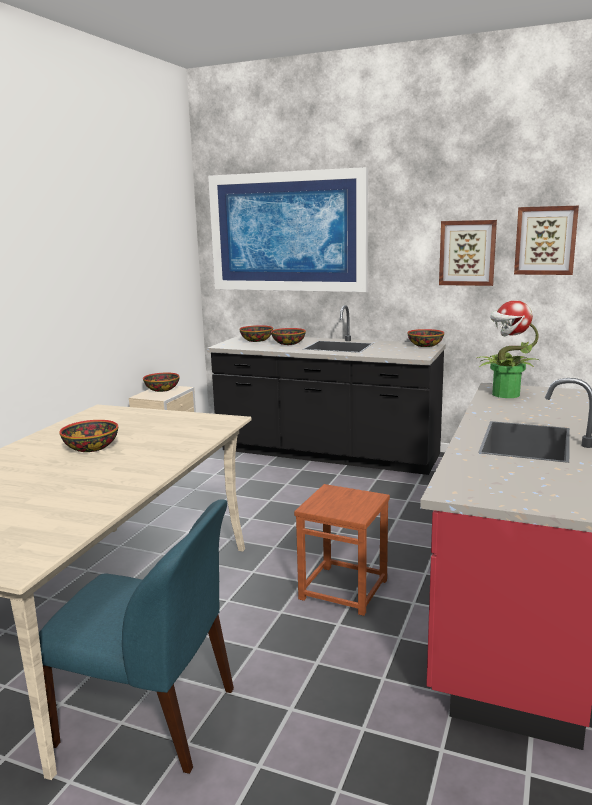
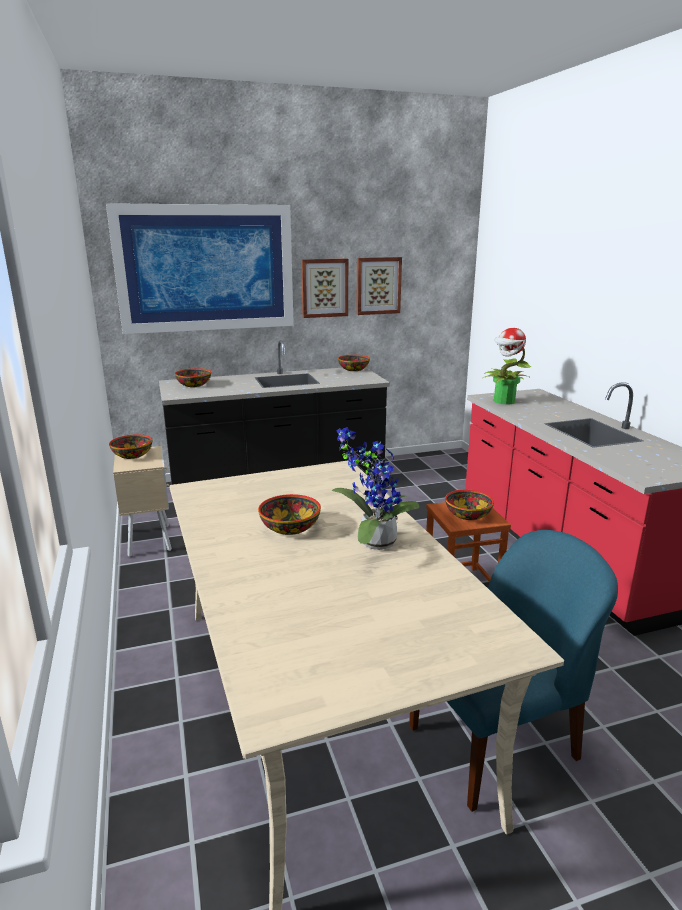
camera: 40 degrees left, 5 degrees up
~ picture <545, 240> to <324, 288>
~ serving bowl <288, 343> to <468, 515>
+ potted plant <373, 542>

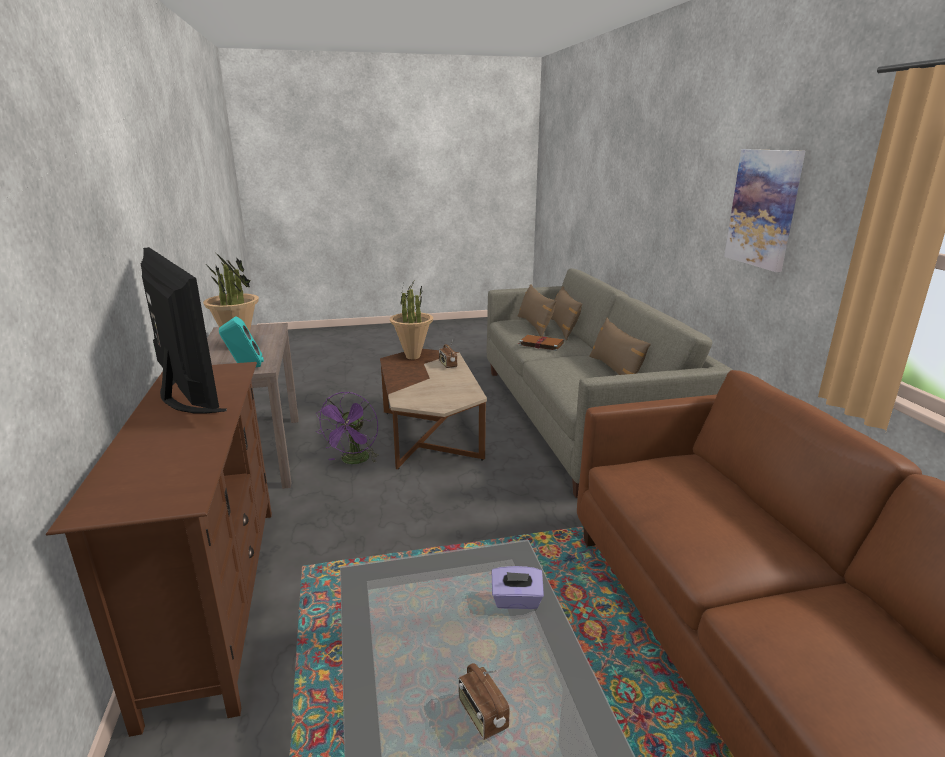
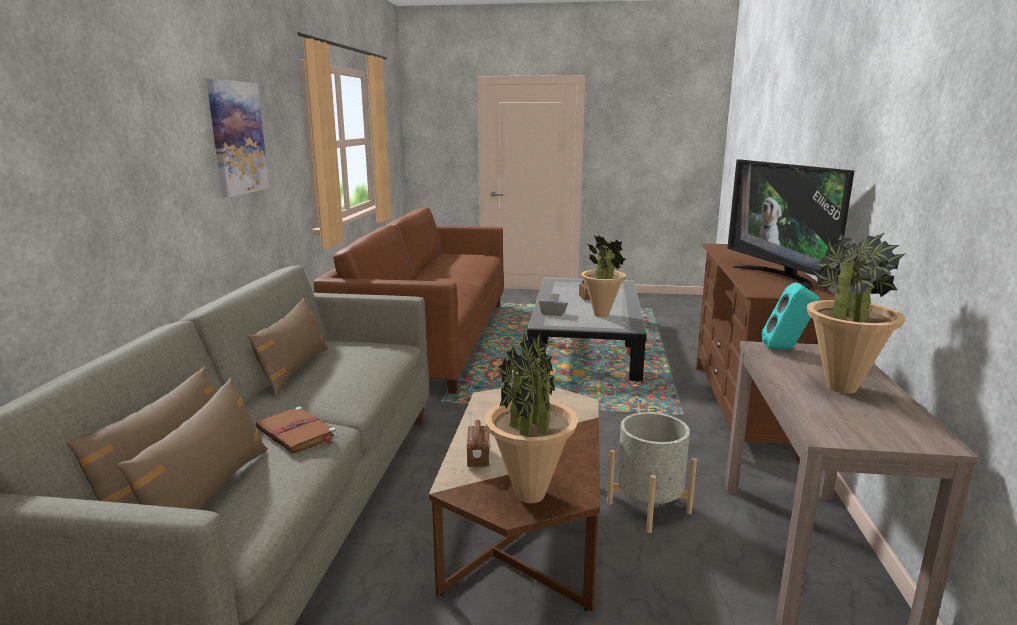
camera: 160 degrees left, 5 degrees down
~ cooling fan (purple) <353, 461> to planter (gray) <648, 508>
~ tissue box (purple) <516, 601> to tissue box (gray) <553, 313>
+ potted plant <601, 315>

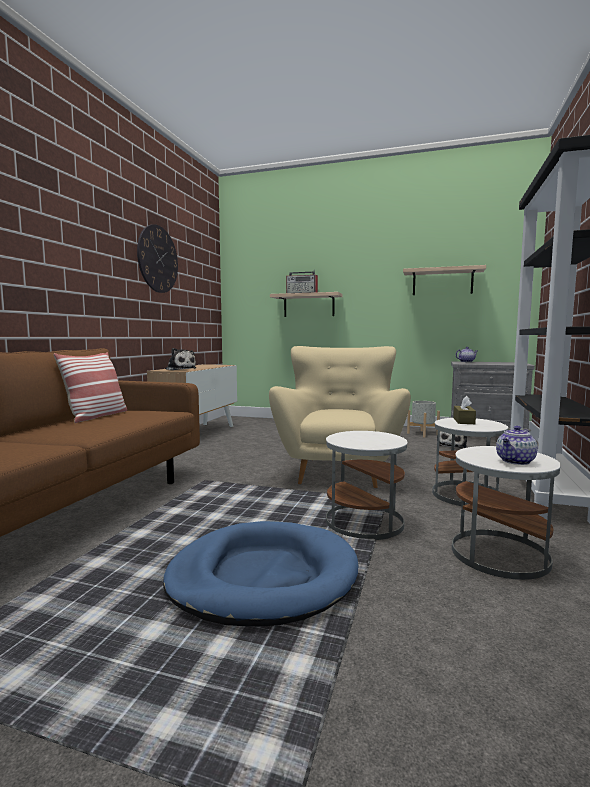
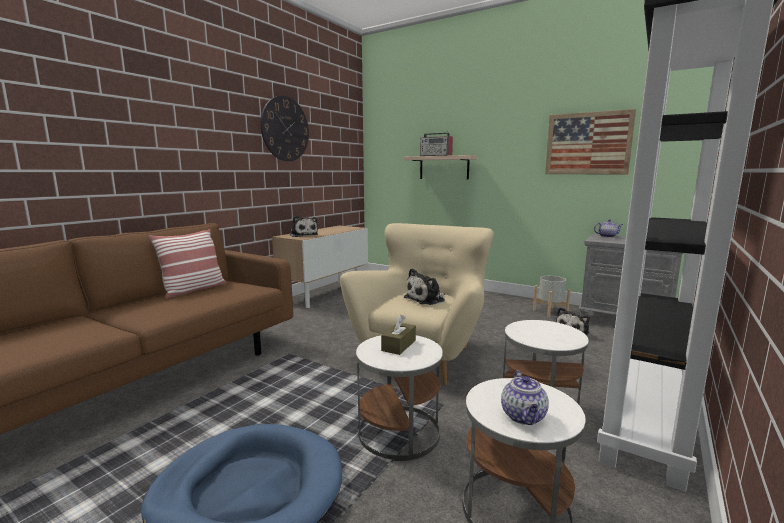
camera: 15 degrees right, 5 degrees up
~ wall shelf <442, 282> to picture <587, 143>
~ tissue box (brown) <464, 421> to <398, 345>
~ pot for tea <515, 461> = <524, 417> 60 degrees counterclockwise
+ cuddly toy <426, 299>

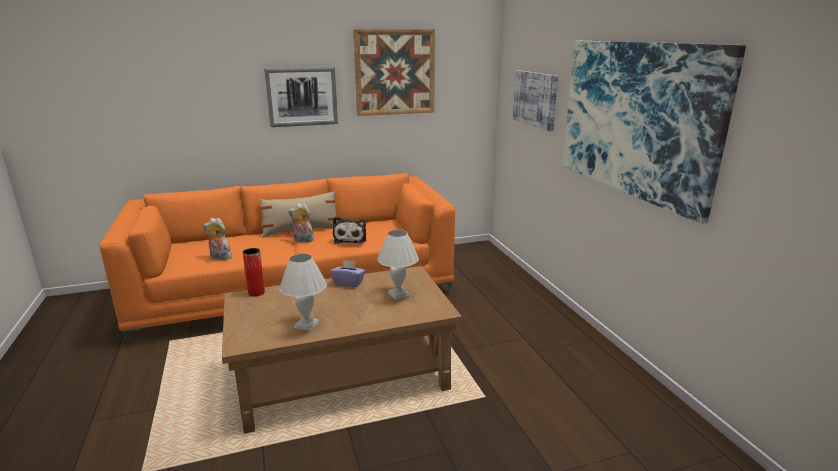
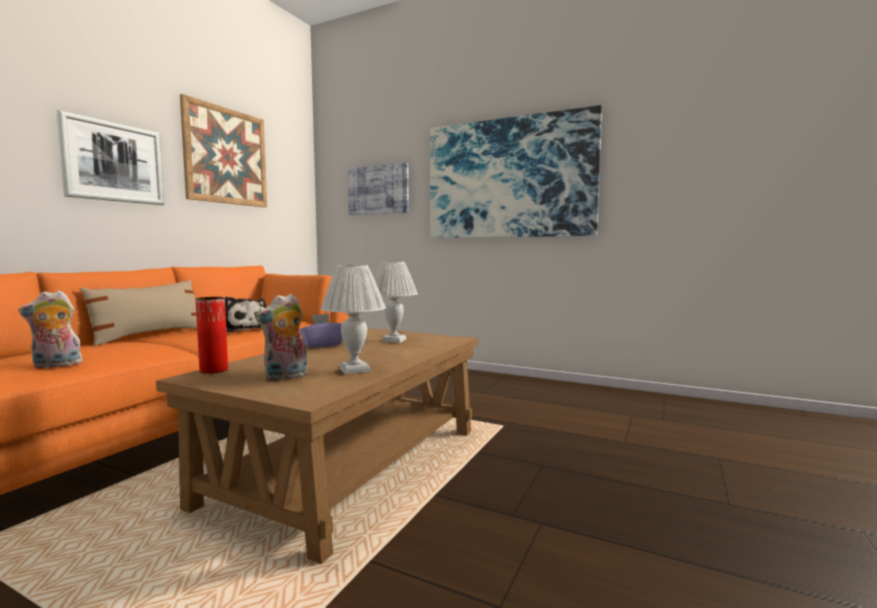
camera: 45 degrees left, 15 degrees down
~ cuddly toy <302, 240> to <286, 377>

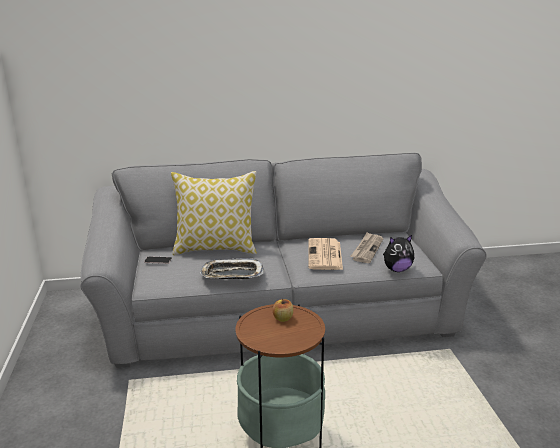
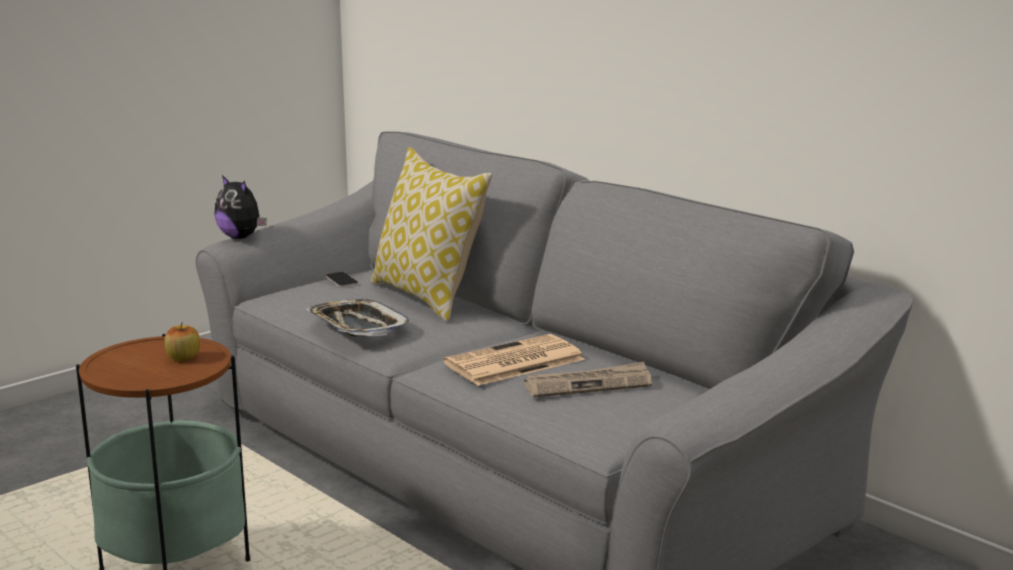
camera: 55 degrees right, 5 degrees down
~ cuddly toy <397, 269> to <241, 237>

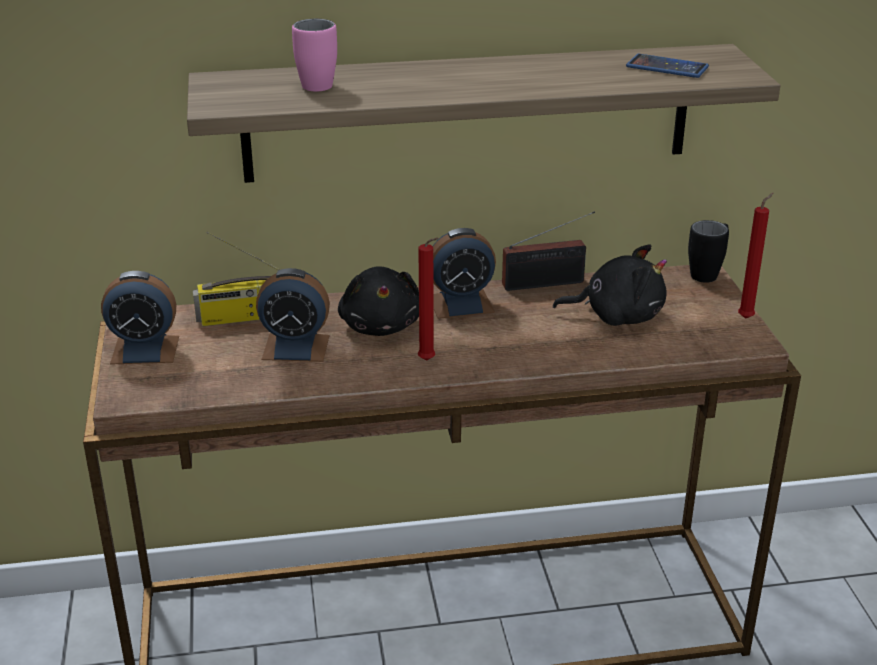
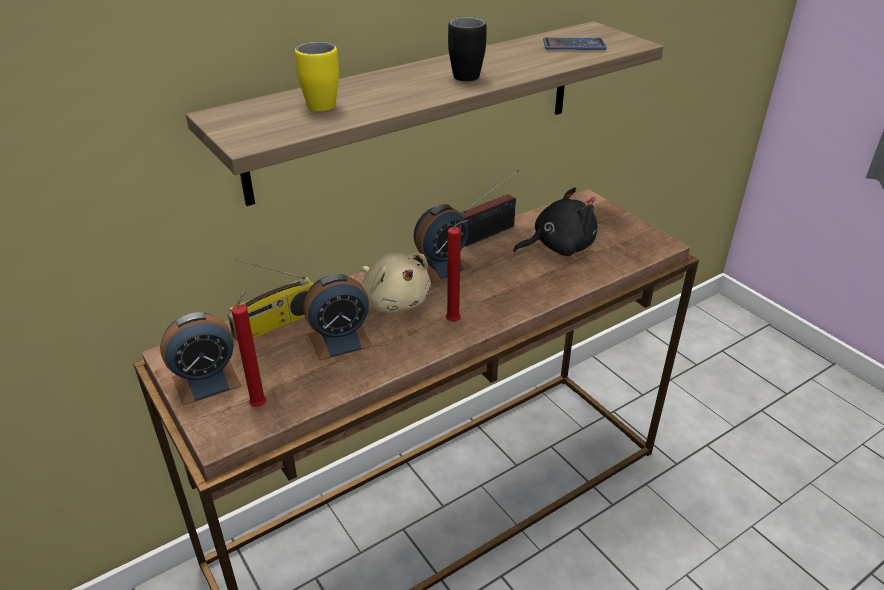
camera: 25 degrees left, 5 degrees up
~ mug (pink-coloured) <316, 82> to mug (yellow-coloured) <316, 102>
~ wax light (red-coloured) <747, 317> to <260, 404>
~ mug (blackish) <708, 273> to <468, 73>
~ cuddly toy (blackish) <381, 325> to cuddly toy (sand-coloured) <394, 301>

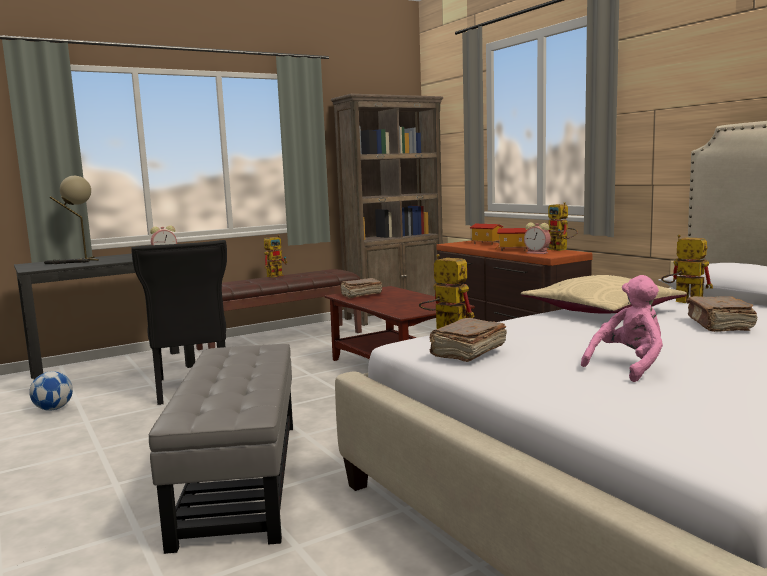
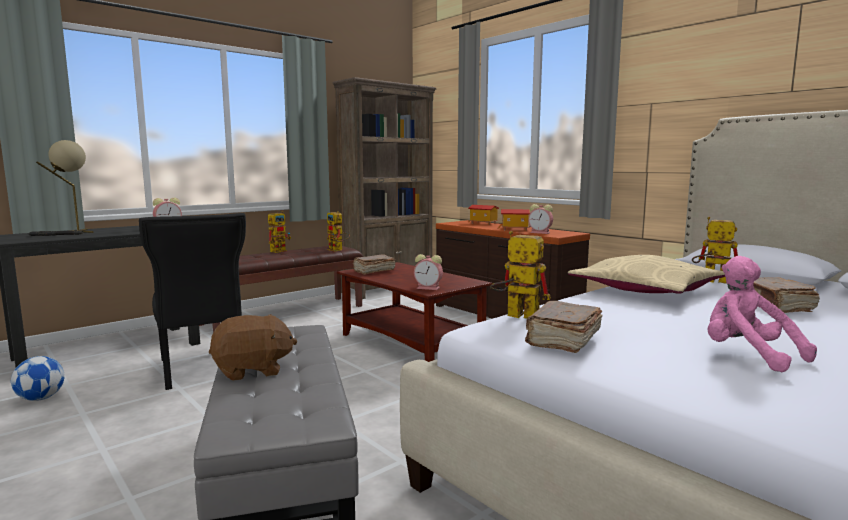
camera: 10 degrees left, 0 degrees up
~ model robot <561, 250> to <338, 250>
~ cuddly toy (pink-coloured) <629, 366> = <747, 355> 75 degrees counterclockwise
+ bedside clock <429, 288>
+ cuddly toy (brown) <253, 370>

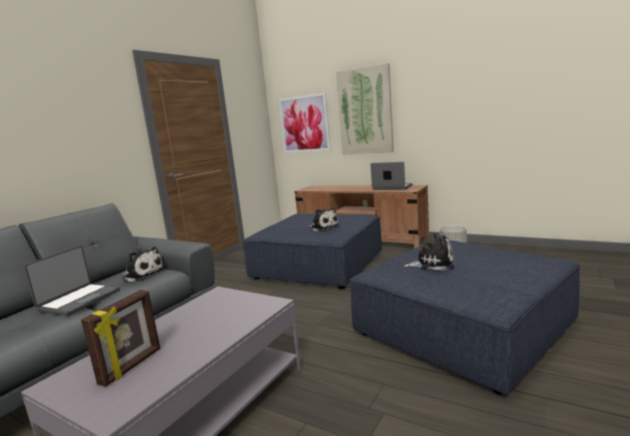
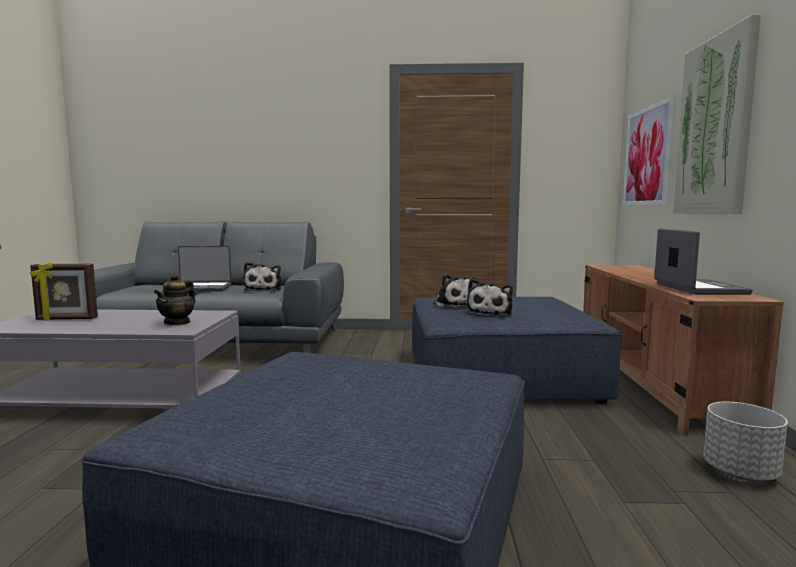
camera: 60 degrees right, 5 degrees down
~ cuddly toy <432, 263> to <455, 304>
+ pot for tea <177, 322>

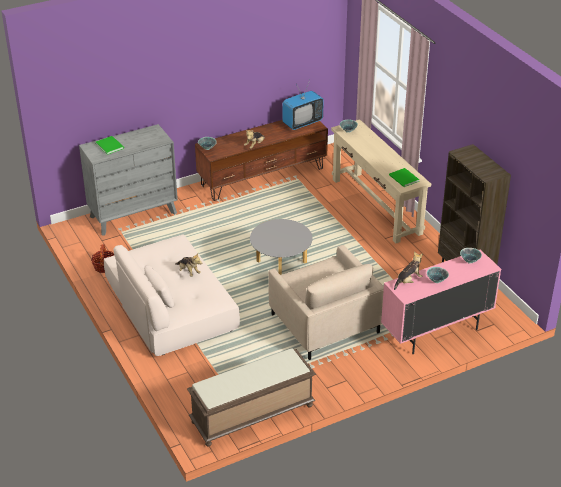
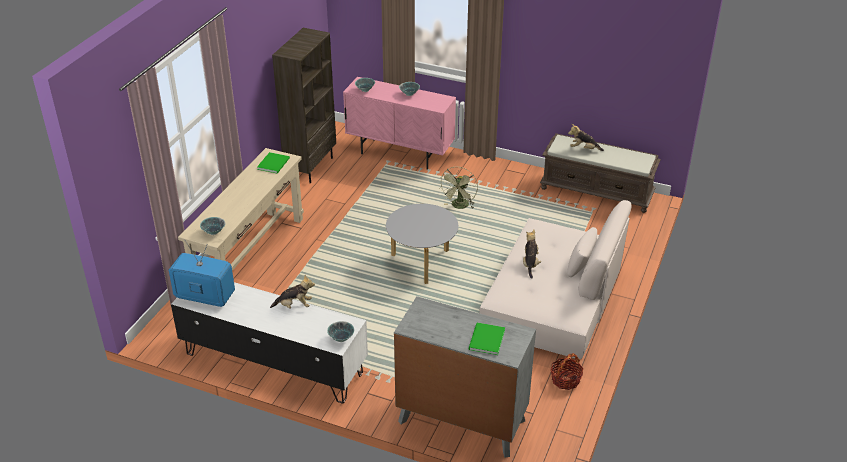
camera: 130 degrees left, 0 degrees up
~ tv unit (brown) <263, 176> to tv unit (white) <273, 363>
~ easy chair (sand-coloured) <324, 323> to cooling fan (greenish) <459, 206>
~ cuddly toy <408, 281> to <583, 149>

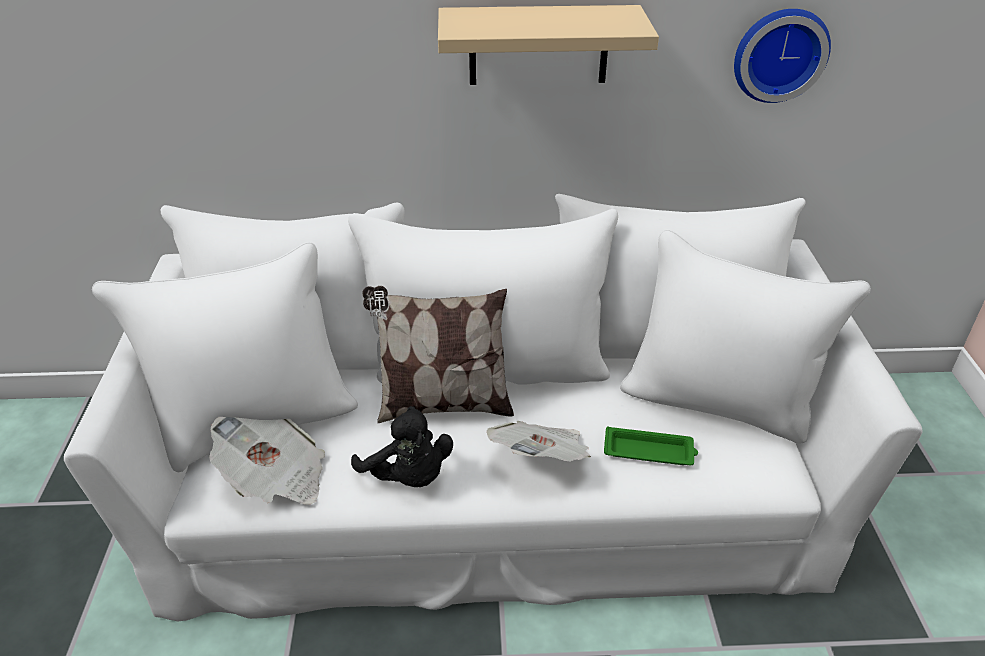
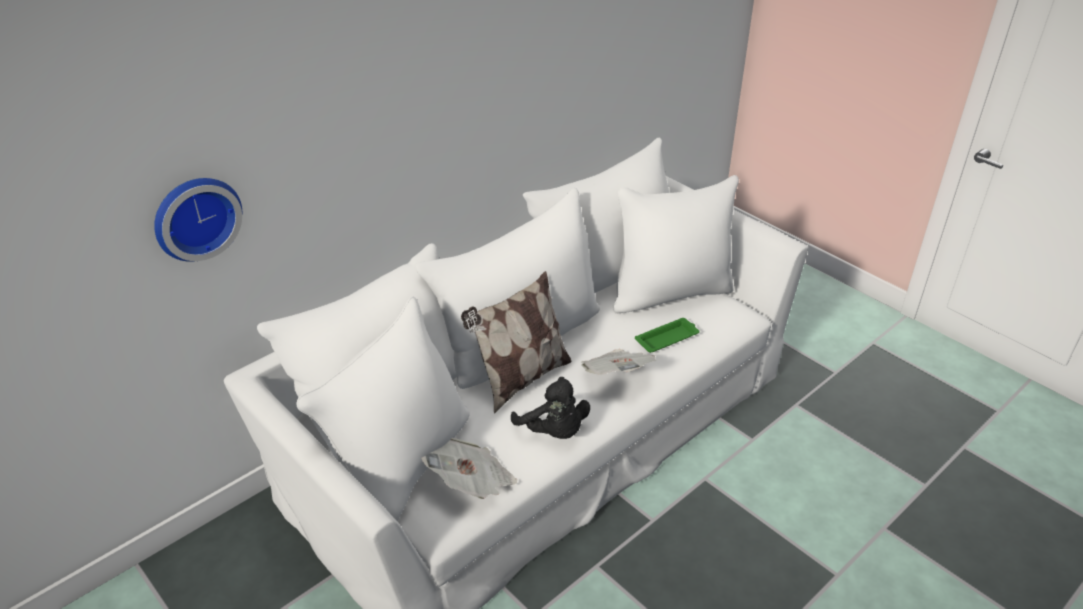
camera: 40 degrees left, 0 degrees up
- wall shelf (sand-coloured) <538, 45>
~ clock on the wall <779, 53> to <195, 216>
~ cuddly toy (blackish) <408, 477> = <554, 431> 45 degrees clockwise

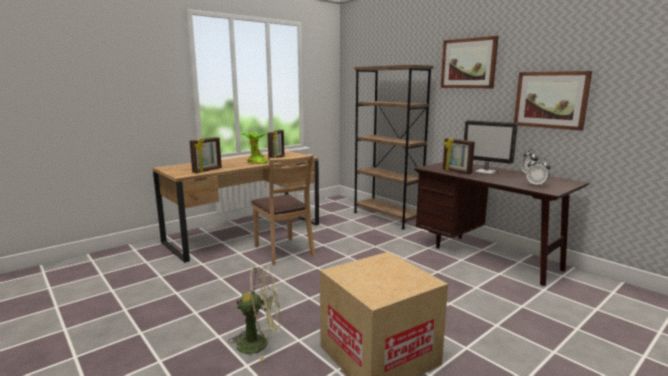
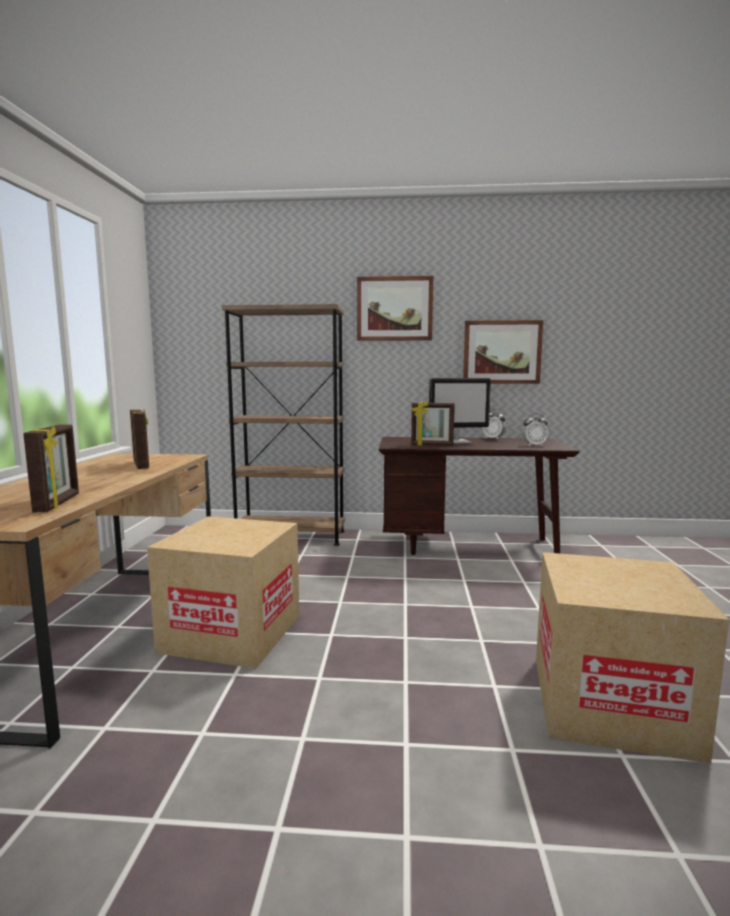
camera: 45 degrees left, 5 degrees down
- potted plant <256, 162>
~ plain chair (brown) <283, 251> to carton <232, 633>
- cooling fan (greenish) <260, 343>

